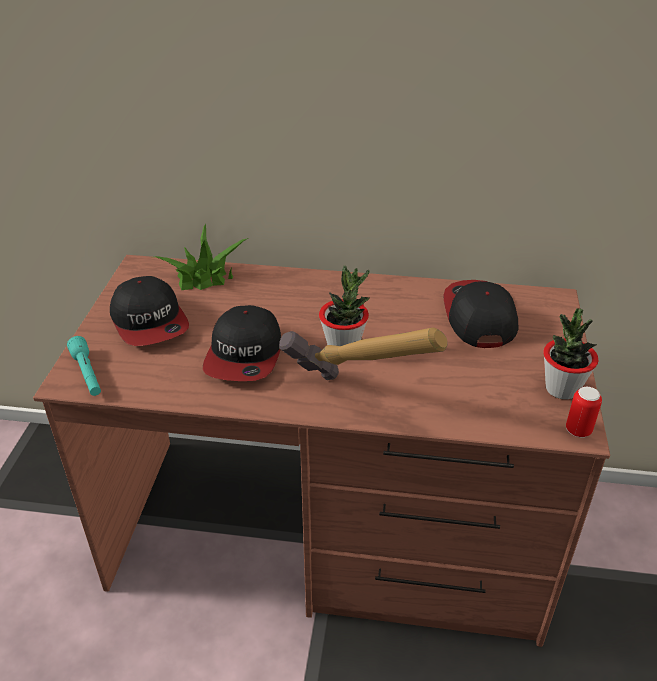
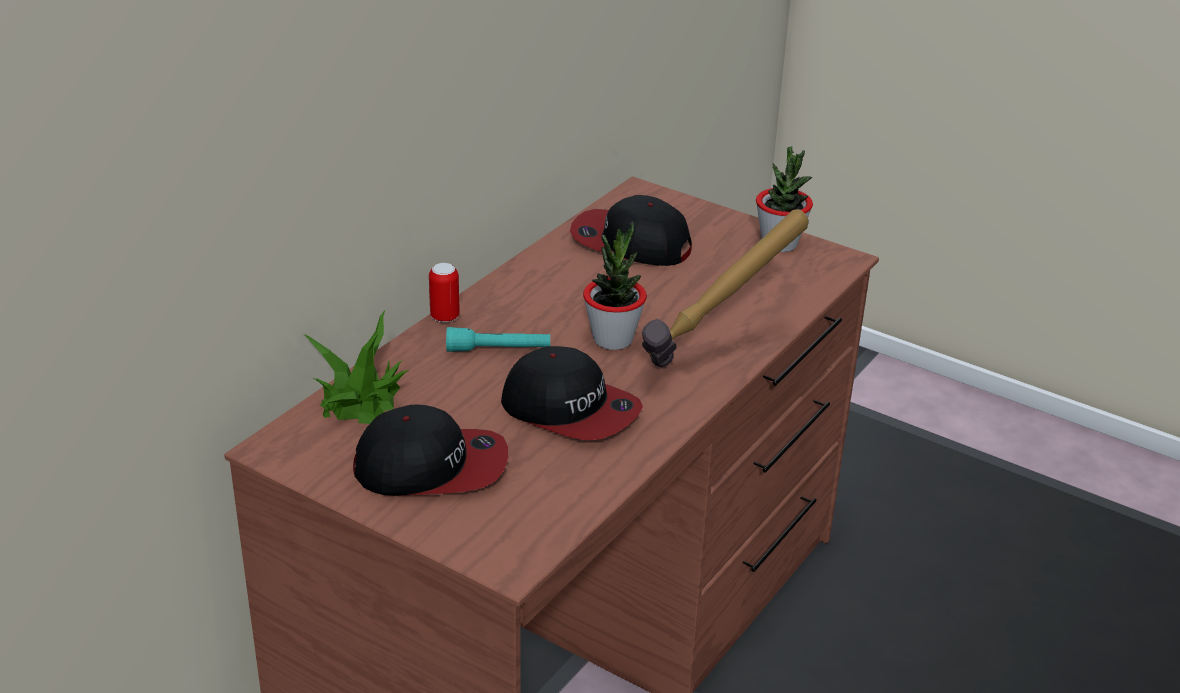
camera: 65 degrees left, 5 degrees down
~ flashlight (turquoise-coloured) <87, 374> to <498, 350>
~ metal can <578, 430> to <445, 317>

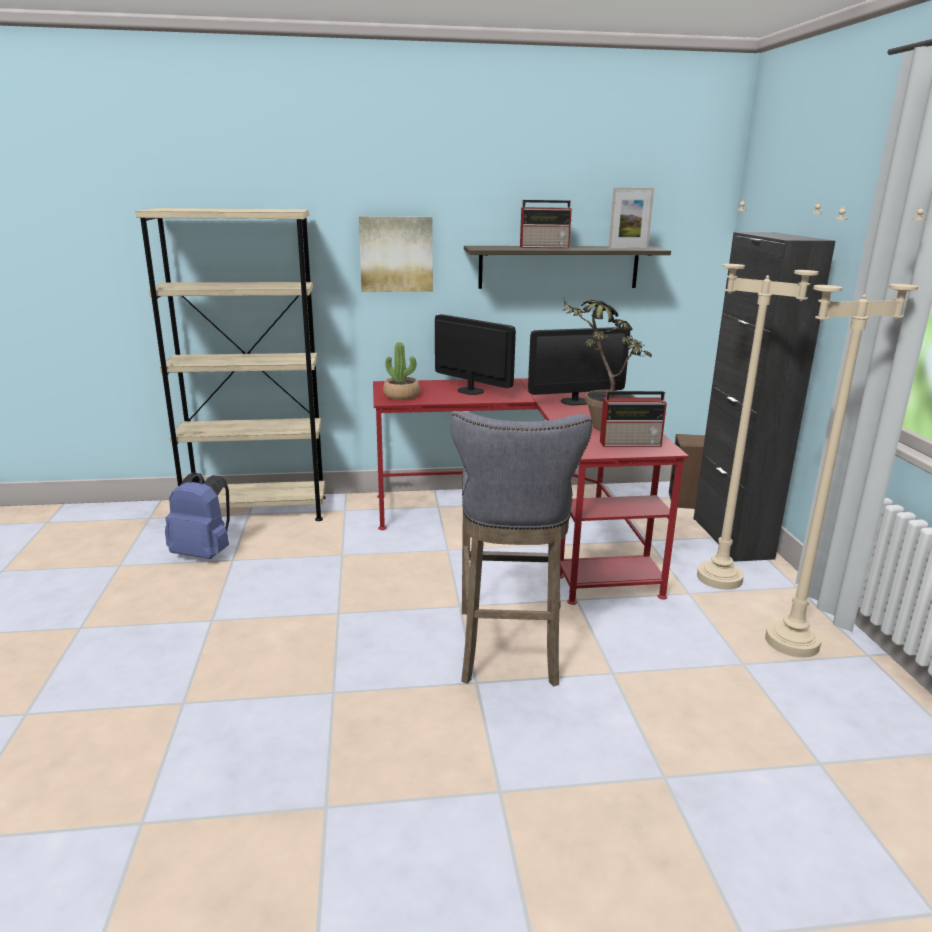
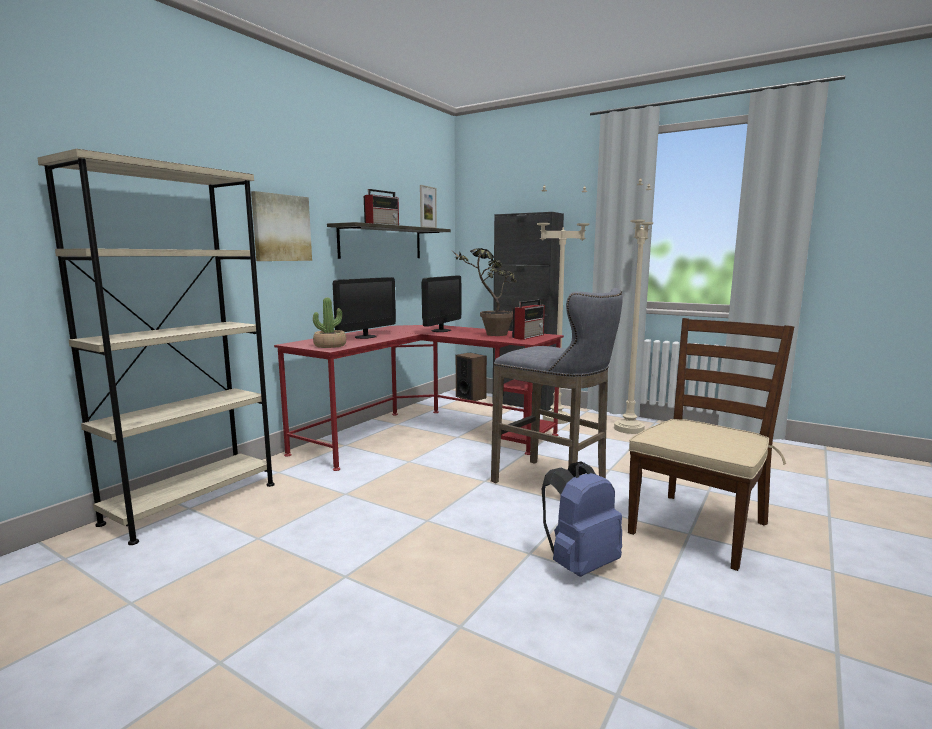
camera: 50 degrees left, 10 degrees down
~ computer screen <470, 391> = <365, 337> 135 degrees clockwise
~ knapsack (blue) <204, 553> to <579, 564>
+ plain chair (brown) <699, 527>

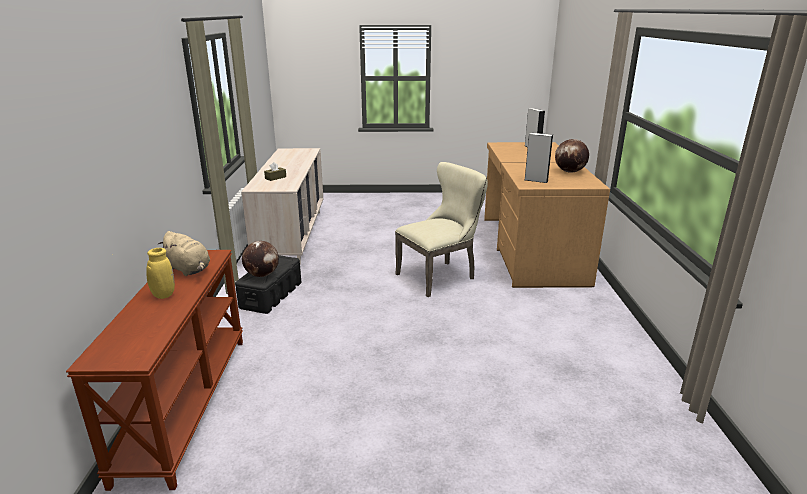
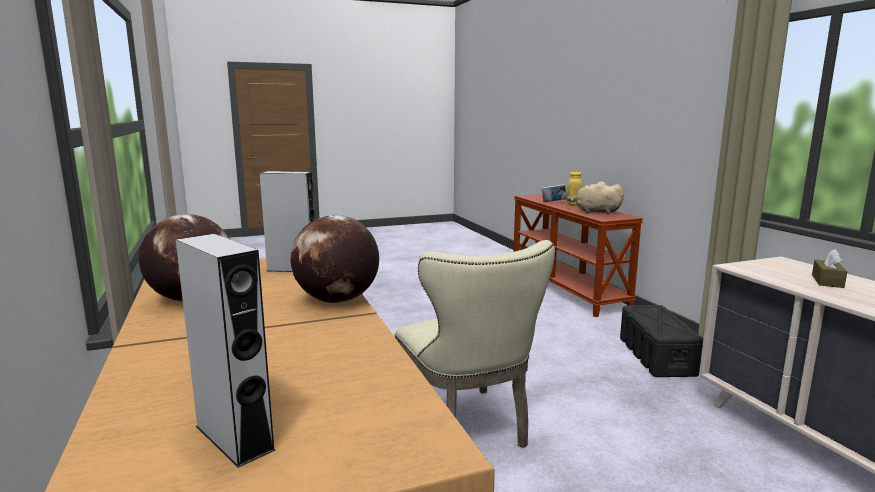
camera: 160 degrees right, 10 degrees down
~ plain chair (sand-coloured) <440, 276> = <467, 430> 60 degrees counterclockwise
~ desk globe <262, 275> to <337, 301>
+ volume <553, 202>

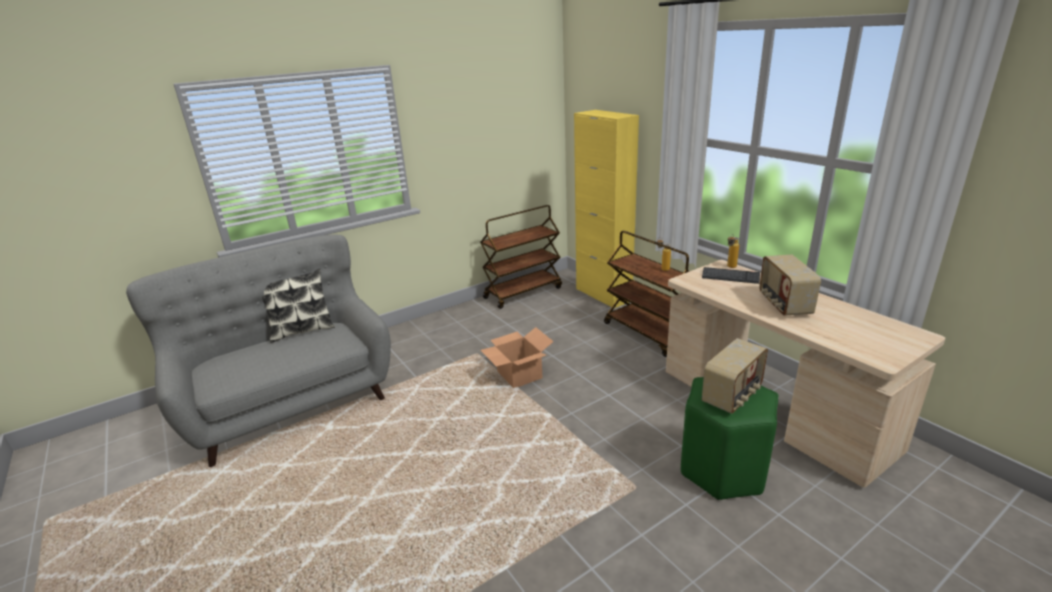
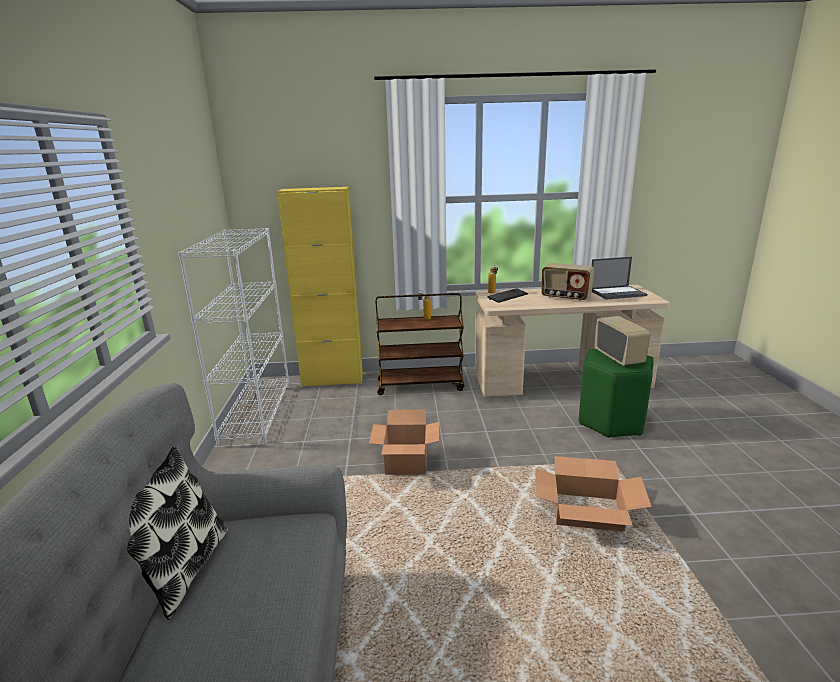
camera: 60 degrees left, 5 degrees down
~ wheeled cart (brown) <523, 292> to shelving unit (white) <256, 413>
+ notebook computer <617, 293>
+ carton <587, 512>

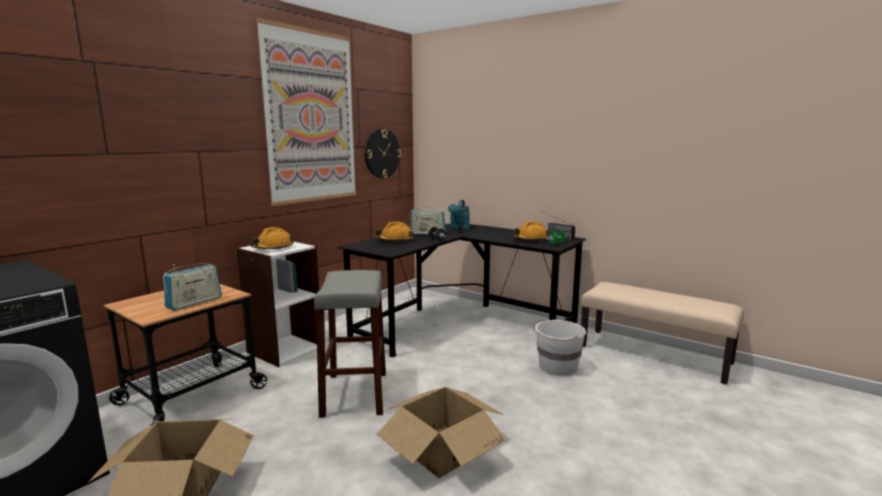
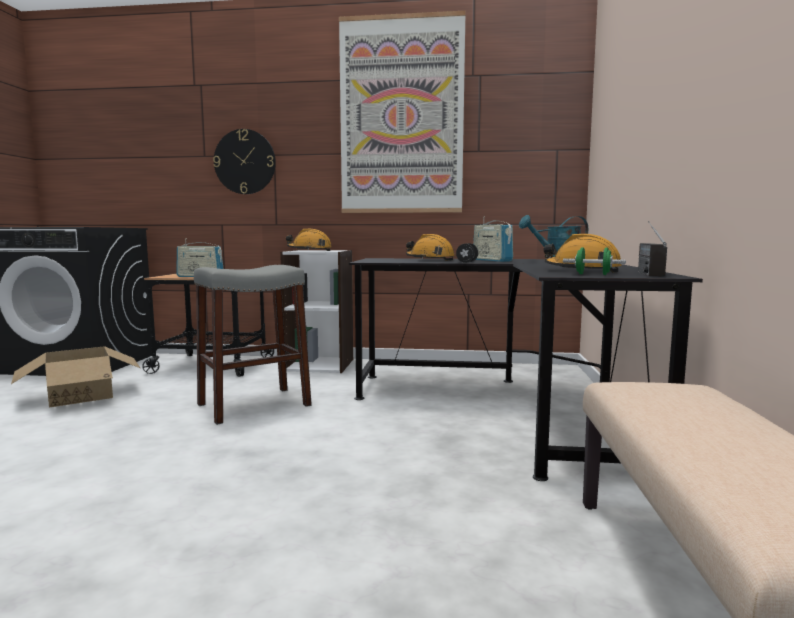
camera: 60 degrees right, 5 degrees down
~ clock on the wall <382, 153> to <245, 162>
- bucket (white) <557, 367>
- carton <442, 449>

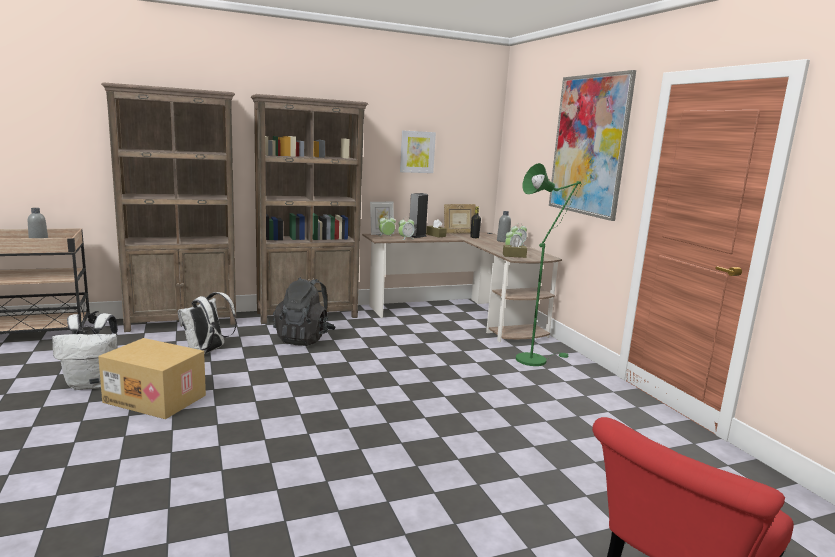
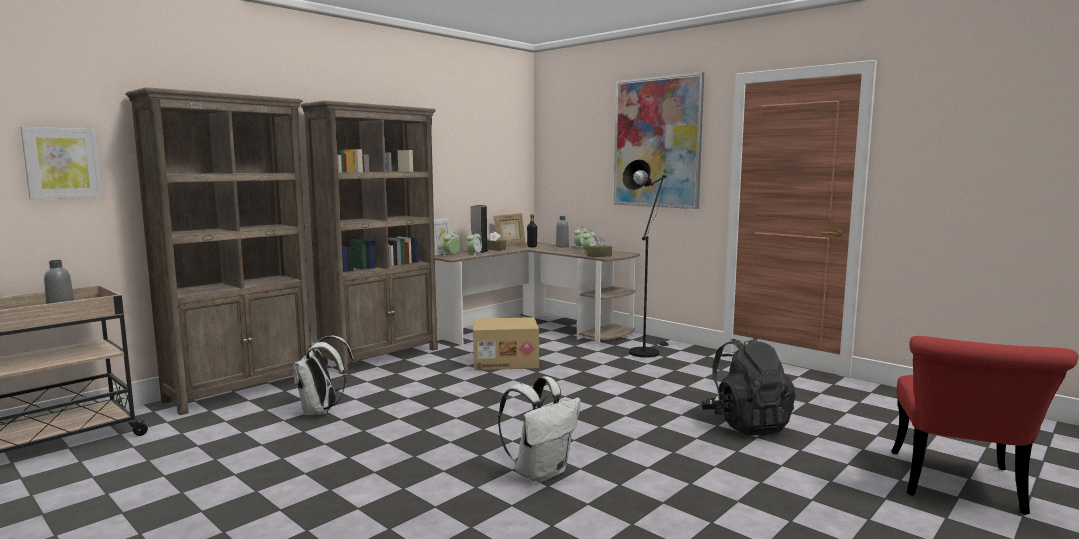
camera: 25 degrees left, 5 degrees down
~ picture <417, 152> to <62, 163>
~ floor lamp (greenish) <535, 359> to floor lamp (blackish) <646, 351>
~ knapsack (blackish) <304, 339> to <746, 424>
~ knapsack (white) <92, 384> to <541, 472>
~ carton <156, 398> to <505, 361>

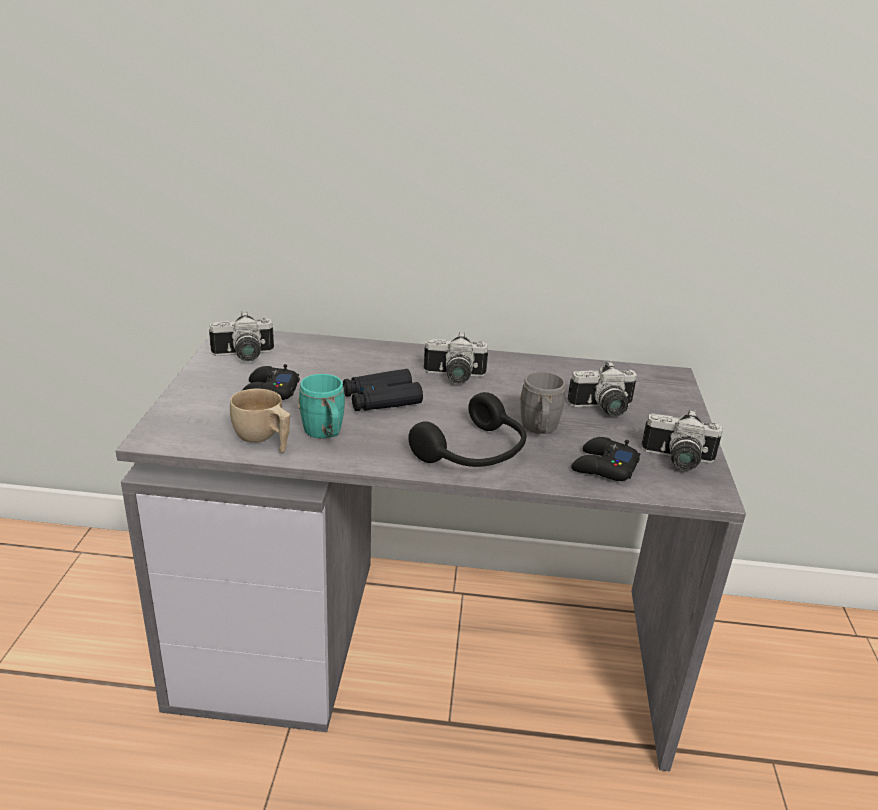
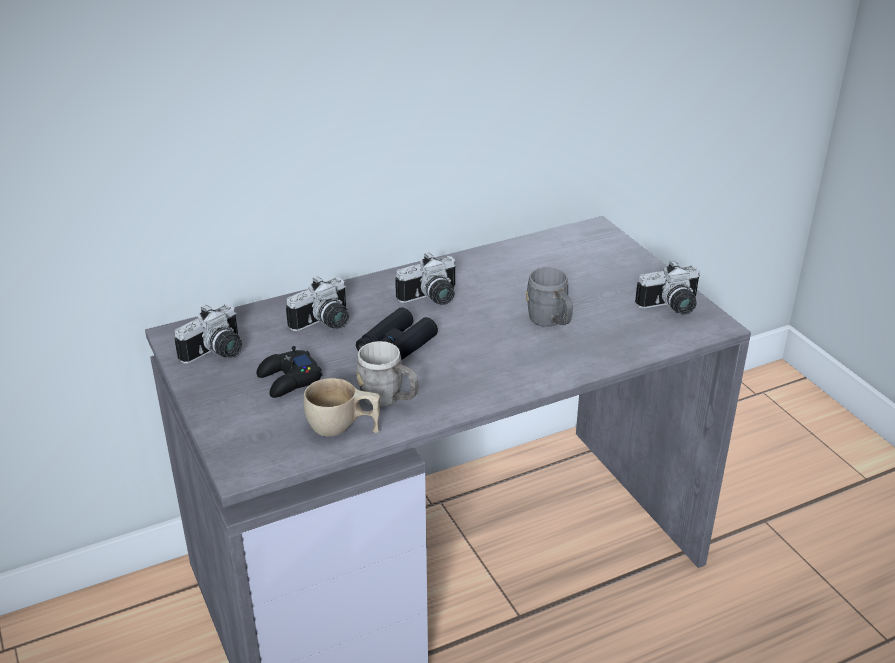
camera: 30 degrees left, 5 degrees up
~ photo camera <603, 409> to <325, 323>
~ mug (turquoise-coloured) <325, 434> to mug (gray) <388, 399>
- headset (blackish) <475, 453>
- joypad (blackish) <603, 467>

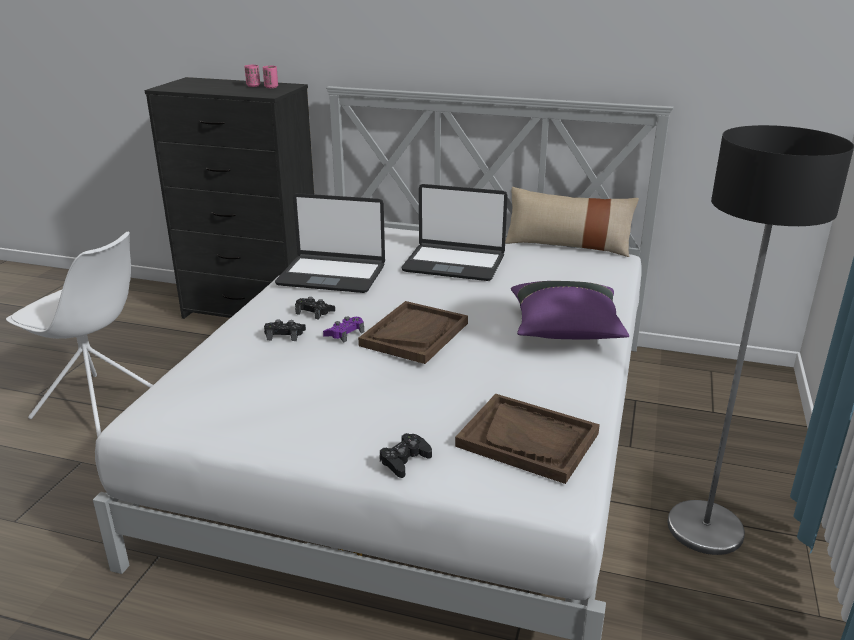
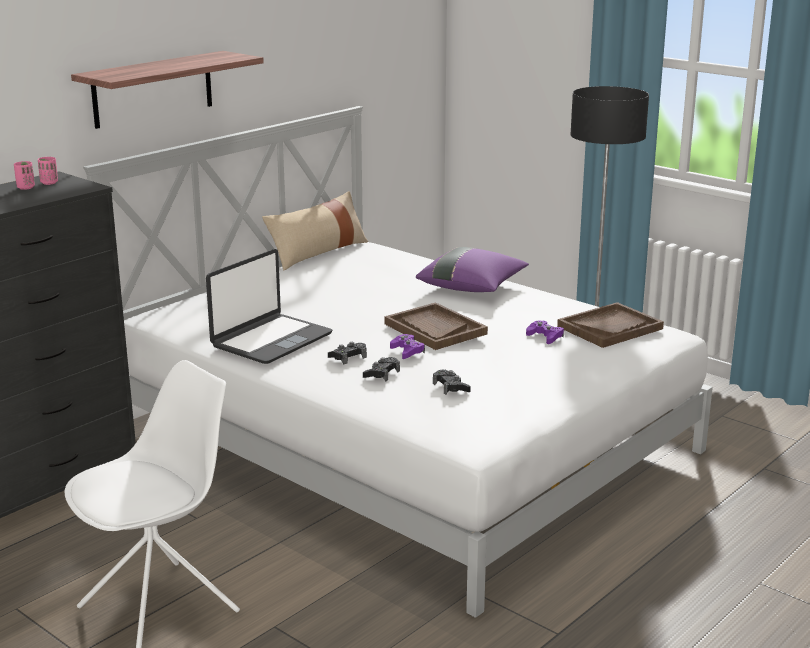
camera: 65 degrees left, 5 degrees down
- notebook computer <454, 263>
~ joypad (blackish) <405, 460> to <451, 387>
+ wall shelf <153, 89>
+ joypad (purple) <545, 336>

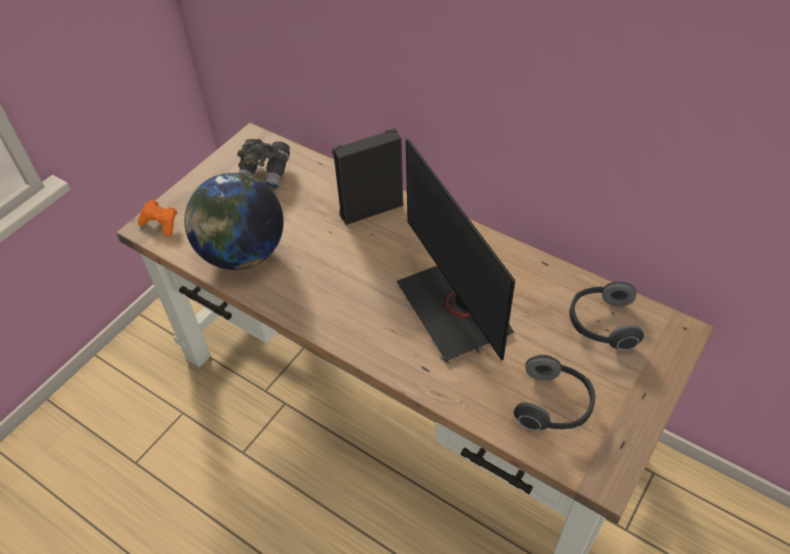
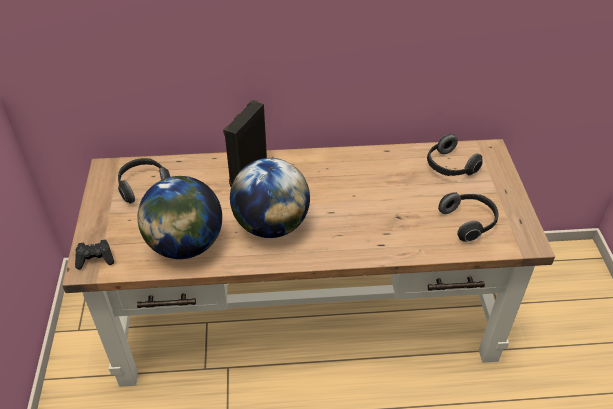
camera: 40 degrees left, 5 degrees down
- computer screen <455, 308>
~ pair of binoculars (gray) <265, 173> to headset <144, 186>
~ joypad (orange) <161, 224> to joypad (blackish) <96, 259>
+ desk globe <271, 225>

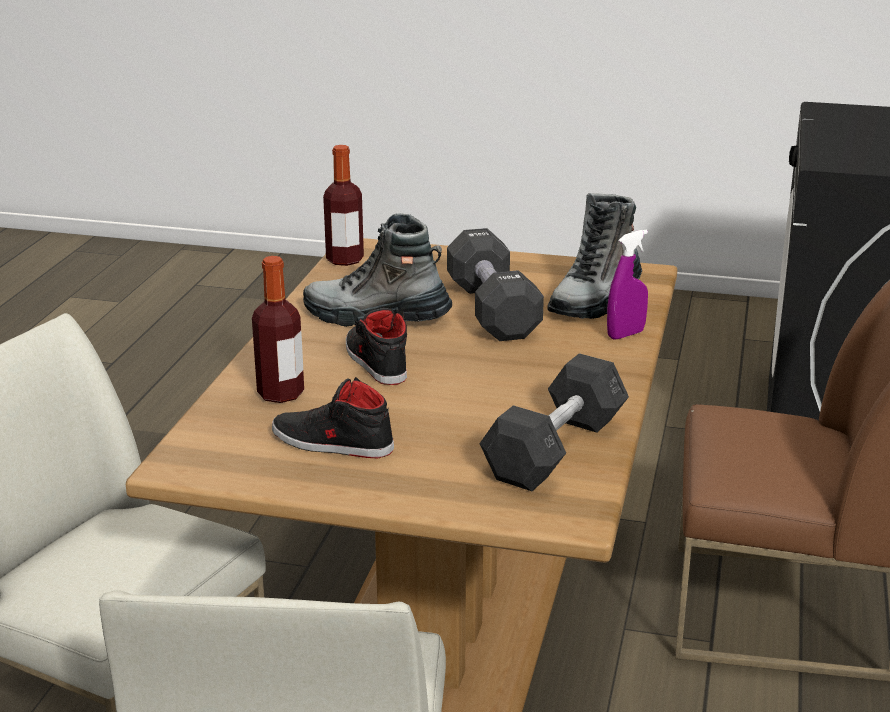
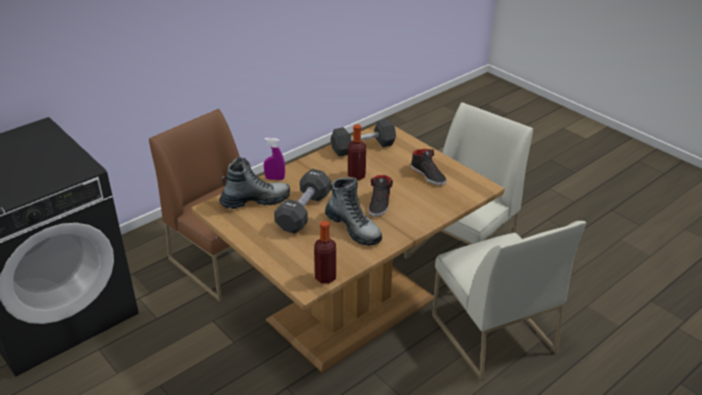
camera: 145 degrees left, 10 degrees up
~ drink bottle <281, 394> to <356, 176>

